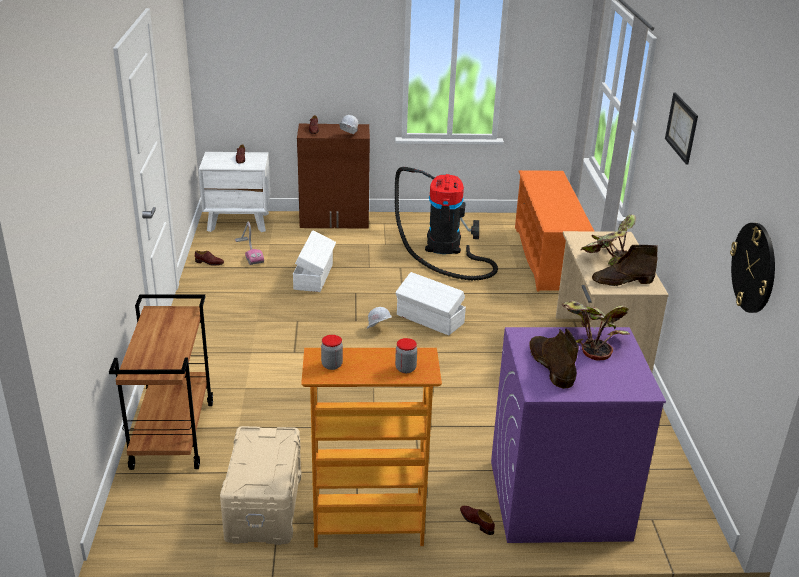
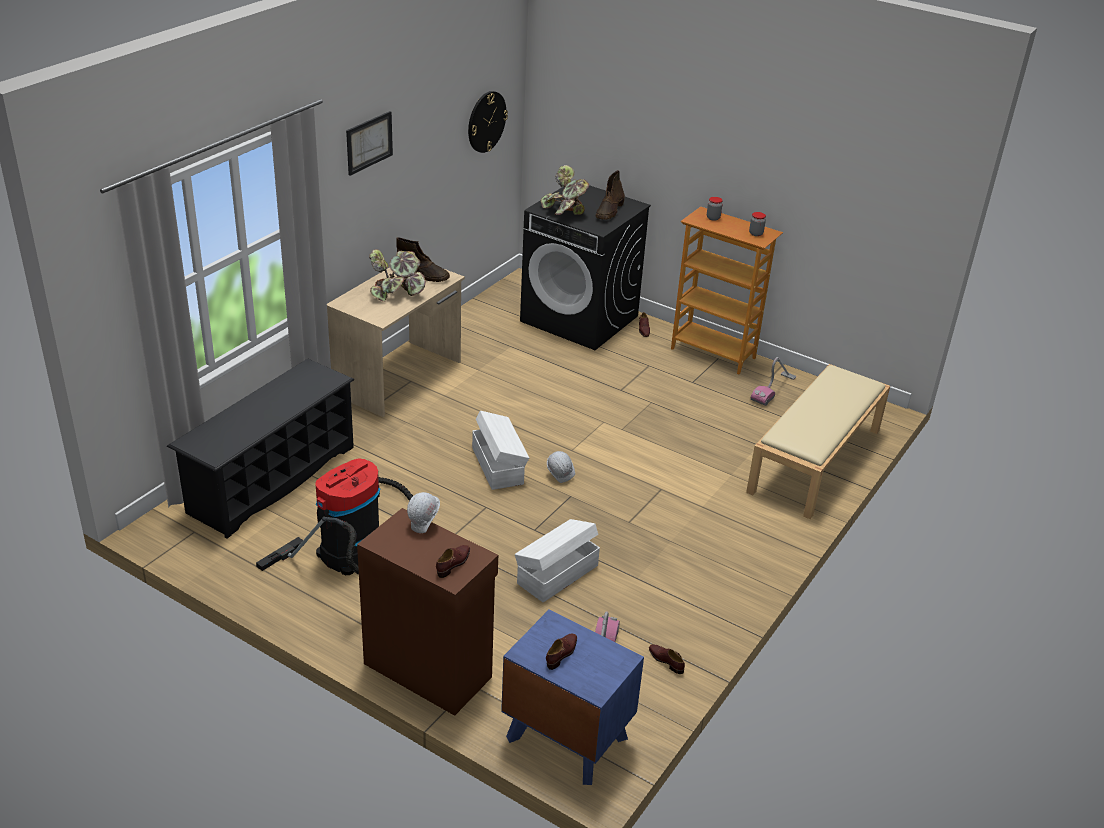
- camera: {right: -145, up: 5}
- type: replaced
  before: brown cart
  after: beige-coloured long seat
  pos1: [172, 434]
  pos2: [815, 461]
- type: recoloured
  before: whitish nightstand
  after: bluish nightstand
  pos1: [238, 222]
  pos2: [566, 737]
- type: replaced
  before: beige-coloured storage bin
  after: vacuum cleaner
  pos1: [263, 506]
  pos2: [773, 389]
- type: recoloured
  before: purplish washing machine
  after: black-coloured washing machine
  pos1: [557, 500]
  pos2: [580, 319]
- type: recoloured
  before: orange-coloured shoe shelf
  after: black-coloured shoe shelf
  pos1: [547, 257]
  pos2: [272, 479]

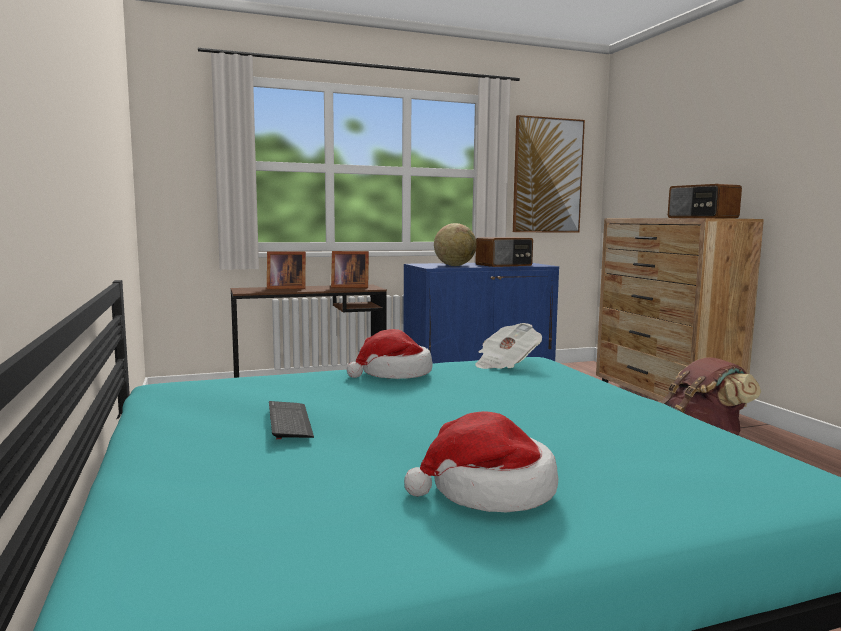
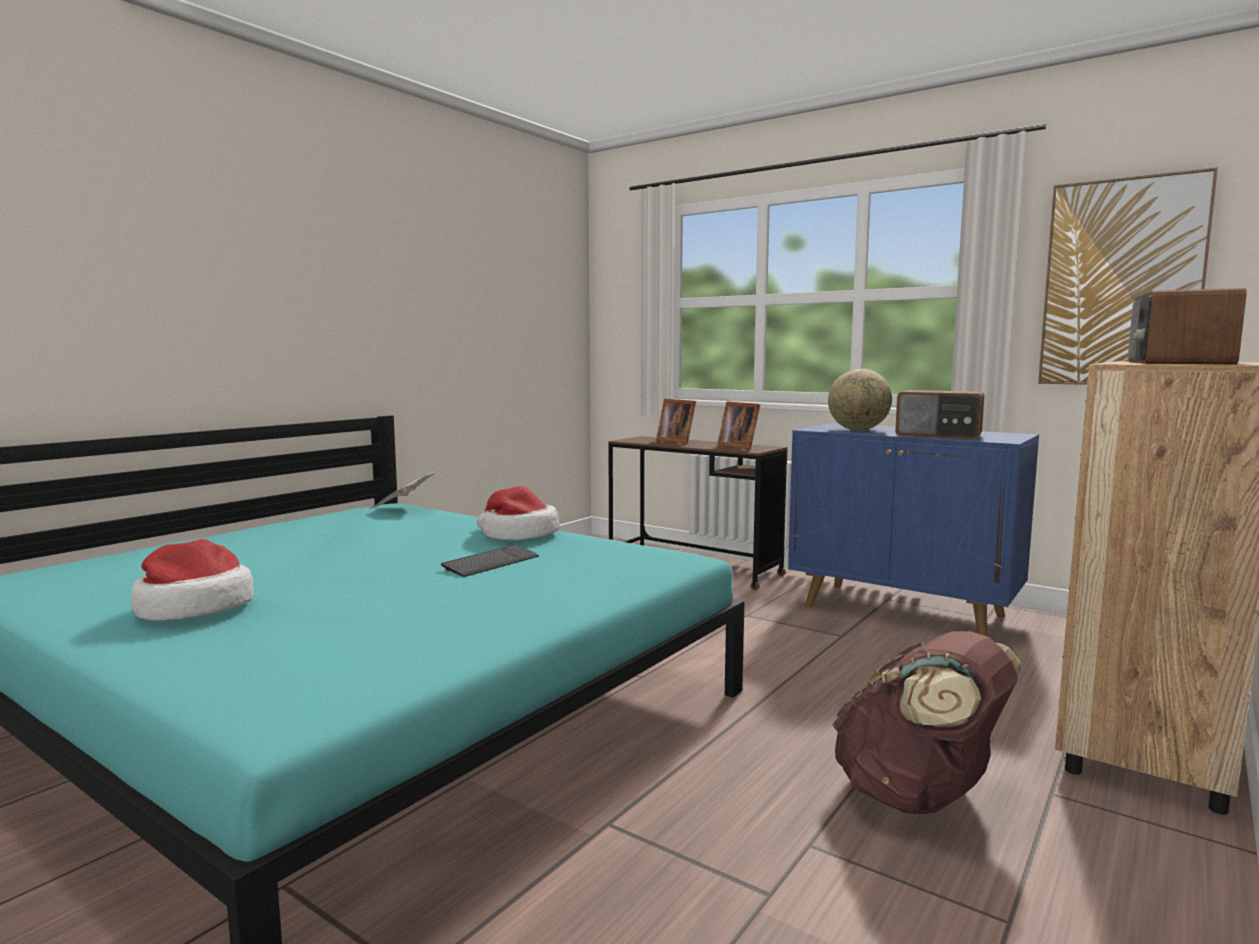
- camera: {right: 55, up: 0}
- type: moved
  before: keyboard
  pos1: [289, 421]
  pos2: [491, 563]
- type: moved
  before: printed paper
  pos1: [505, 364]
  pos2: [402, 508]

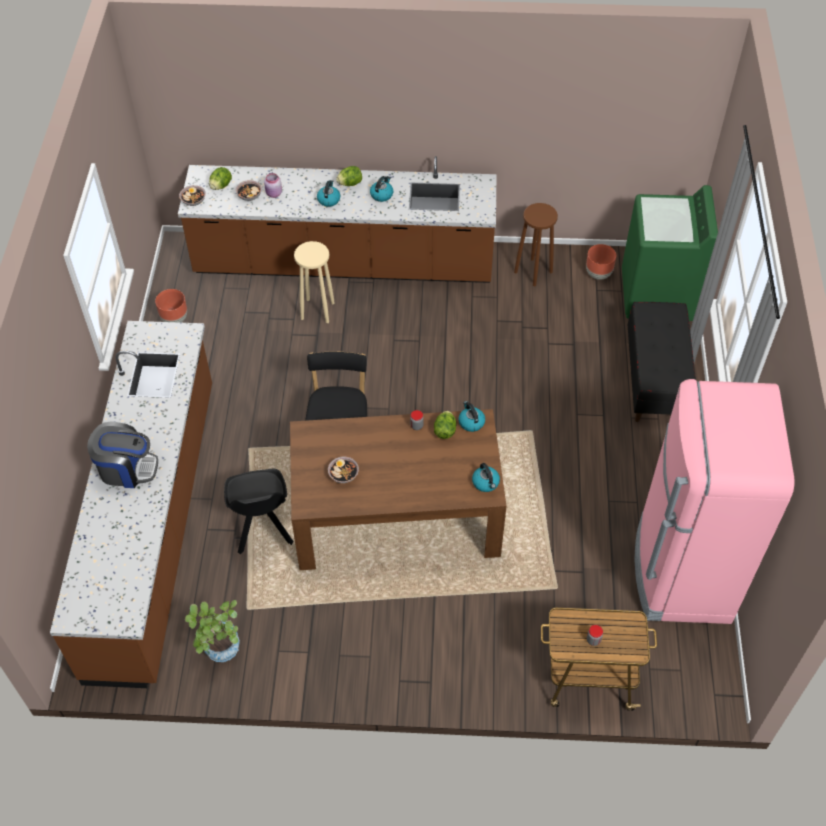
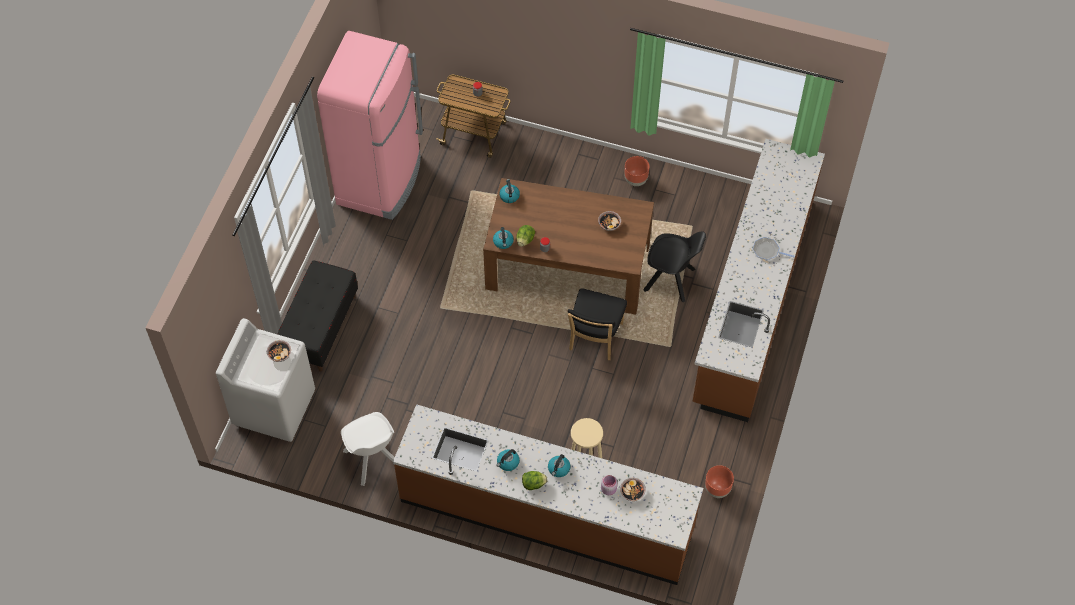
- camera: {right: -165, up: 5}
- type: replaced
  before: coffee machine
  after: skillet
  pos1: [127, 468]
  pos2: [767, 251]
- type: moved
  before: deep dish
  pos1: [193, 201]
  pos2: [280, 354]
- type: removed
  before: houseplant
  pos1: [221, 651]
- type: removed
  before: lettuce
  pos1: [221, 186]
- type: turned
  before: black-coloured chair
  pos1: [262, 528]
  pos2: [671, 280]
  turn: 105
- type: replaced
  before: brown stool seat
  after: whitish chair
  pos1: [533, 272]
  pos2: [373, 460]
- type: moved
  before: brown plant pot
  pos1: [598, 274]
  pos2: [635, 180]
- type: recoloured
  before: green washing machine
  after: whitish washing machine
  pos1: [657, 295]
  pos2: [274, 407]

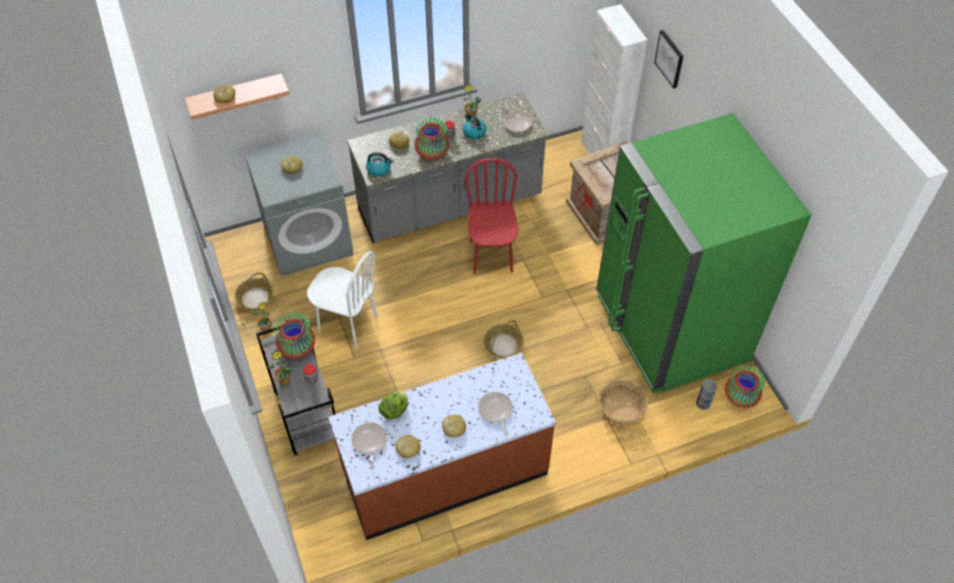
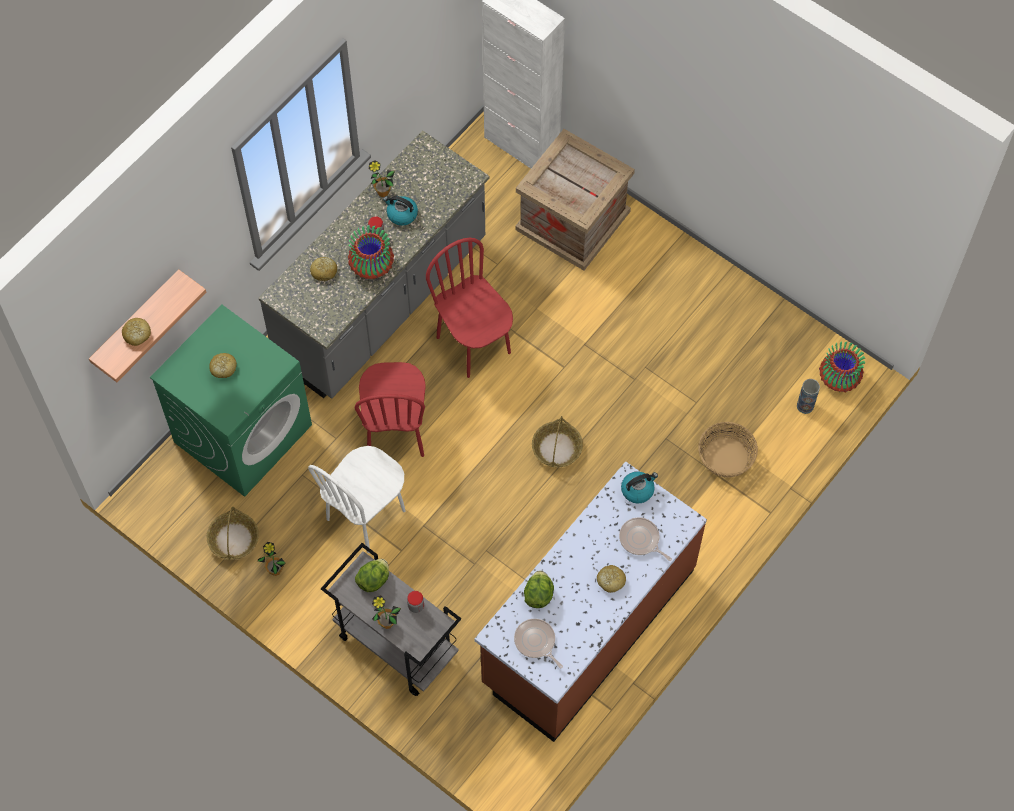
- camera: {right: -30, up: 10}
- type: recoloured
  before: grey washing machine
  after: green washing machine
  pos1: [308, 239]
  pos2: [243, 433]
- type: replaced
  before: flower vase
  after: lettuce
  pos1: [297, 348]
  pos2: [374, 580]
- type: turned
  before: whitish chair
  pos1: [347, 325]
  pos2: [366, 515]
  turn: 135
- type: moved
  before: kettle
  pos1: [379, 169]
  pos2: [638, 490]
- type: removed
  before: bread
  pos1: [408, 449]
- type: removed
  before: skillet
  pos1: [517, 123]
- type: removed
  before: green kitchen fridge
  pos1: [671, 328]
- type: removed
  before: picture
  pos1: [670, 58]
- type: added
  after: reddish chair
  pos2: [395, 431]

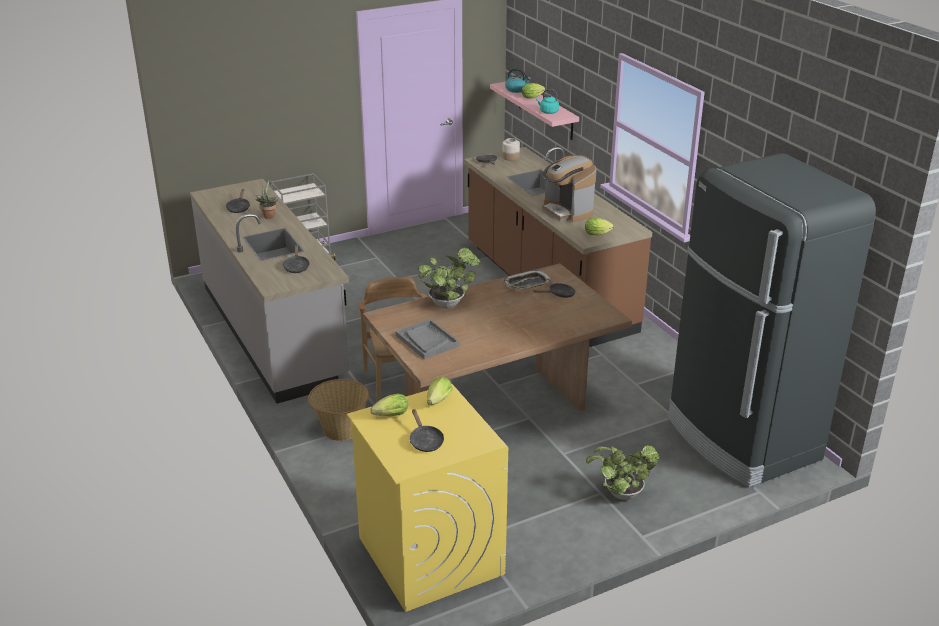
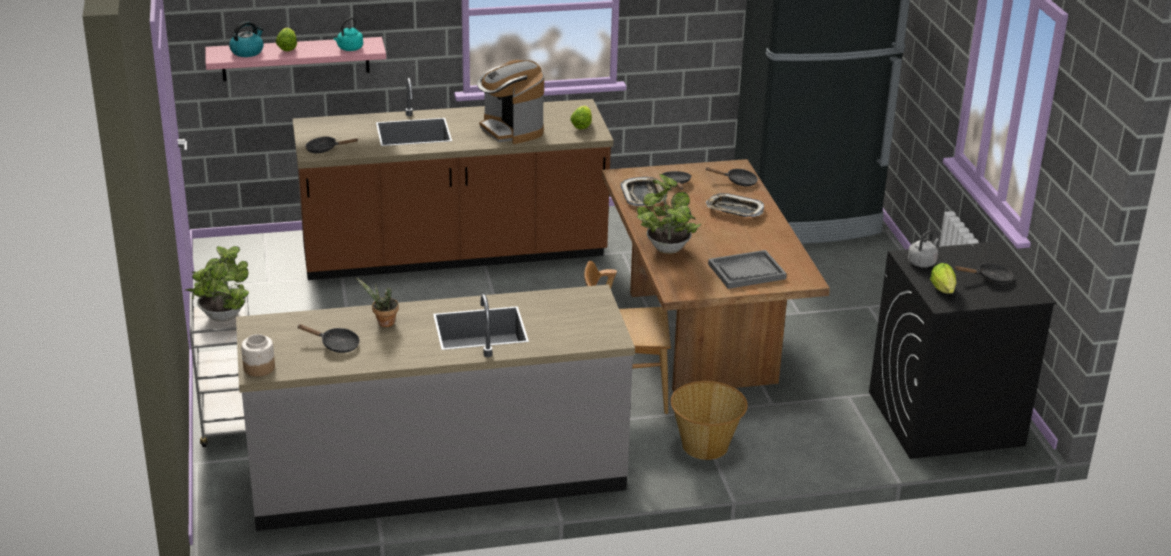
- camera: {right: -75, up: 0}
- type: moved
  before: black-coloured skillet
  pos1: [296, 266]
  pos2: [738, 181]
- type: recoloured
  before: yellowish washing machine
  after: black-coloured washing machine
  pos1: [430, 555]
  pos2: [944, 419]
- type: replaced
  before: lettuce
  after: grey kettle
  pos1: [437, 402]
  pos2: [922, 262]
- type: moved
  before: preserve jar
  pos1: [510, 157]
  pos2: [259, 368]
- type: turned
  before: coffee machine
  pos1: [567, 211]
  pos2: [511, 130]
  turn: 75
- type: moved
  before: houseplant
  pos1: [620, 494]
  pos2: [222, 318]
- type: added
  after: tray
  pos2: [734, 210]

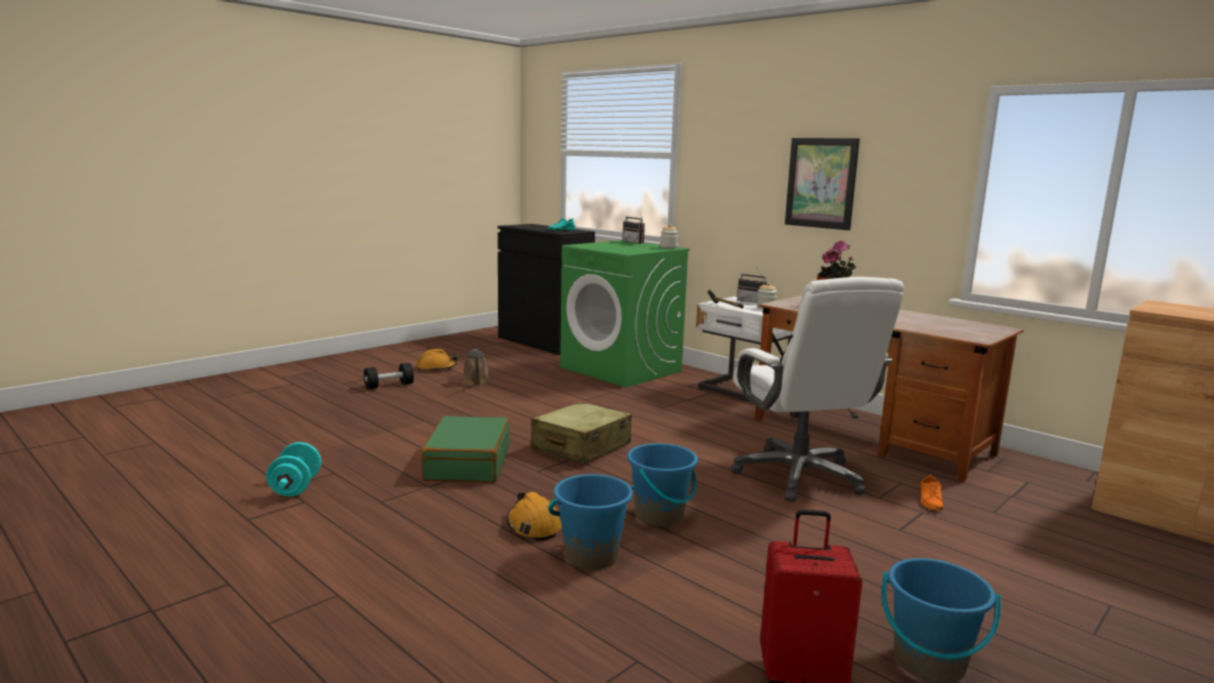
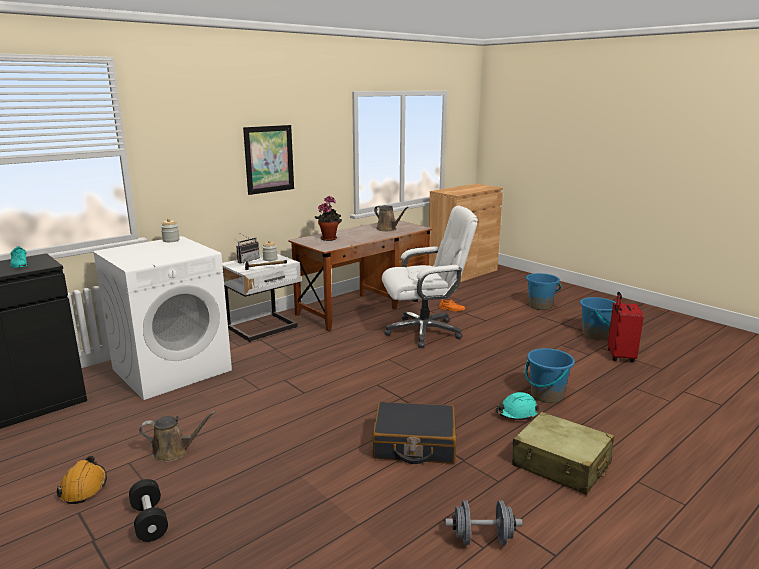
- camera: {right: -85, up: 5}
- type: recoloured
  before: blue-green dumbbell
  after: grey dumbbell
  pos1: [295, 487]
  pos2: [482, 539]
- type: recoloured
  before: green suitcase
  after: black-coloured suitcase
  pos1: [467, 463]
  pos2: [414, 444]
- type: recoloured
  before: orange-coloured hard hat
  after: blue-green hard hat
  pos1: [533, 526]
  pos2: [516, 413]
- type: moved
  before: beige-coloured suitcase
  pos1: [581, 447]
  pos2: [561, 464]
- type: recoloured
  before: green washing machine
  after: whitish washing machine
  pos1: [621, 369]
  pos2: [172, 369]
- type: removed
  before: radio
  pos1: [635, 242]
- type: moved
  before: bluish pail
  pos1: [660, 516]
  pos2: [540, 306]
- type: added
  after: brown watering can
  pos2: [388, 229]

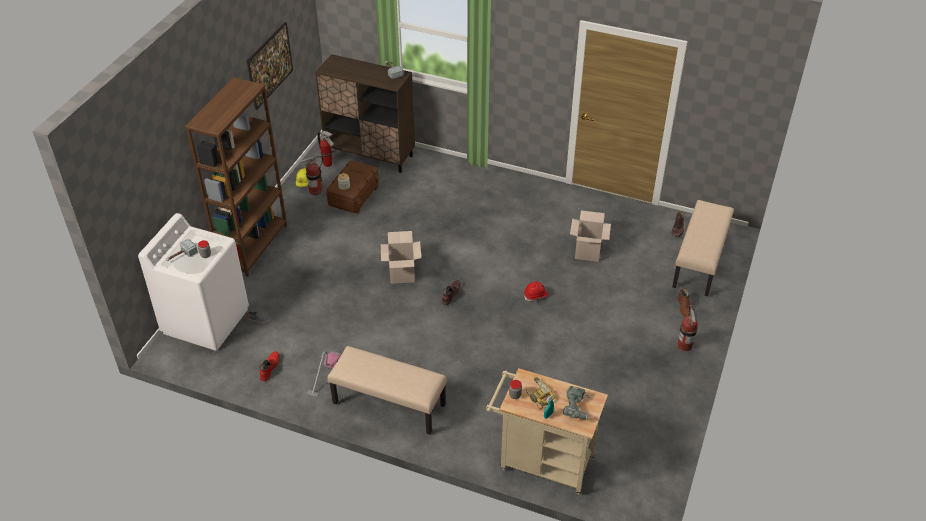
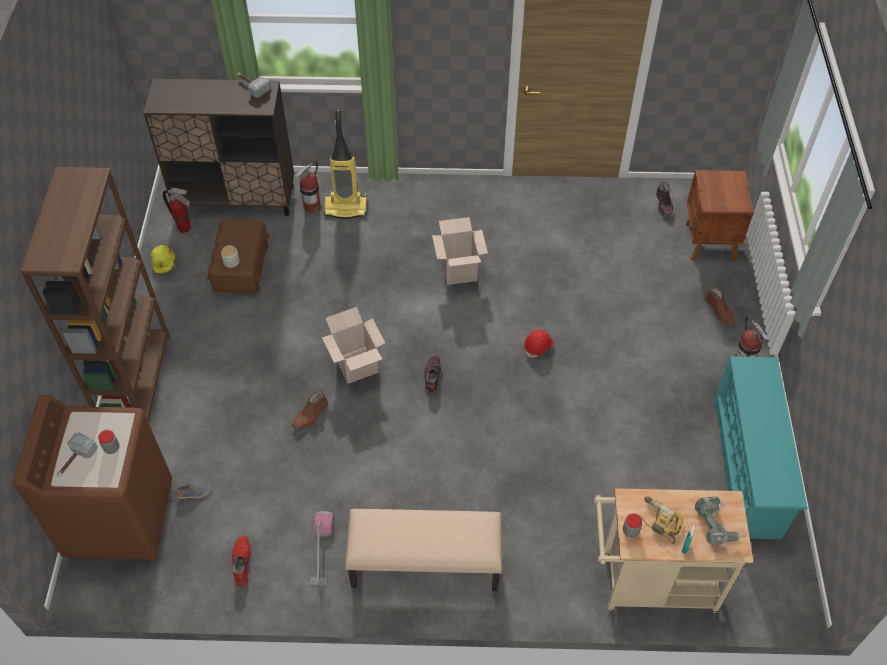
- camera: {right: -20, up: 10}
- type: recoloured
  before: whitish washing machine
  after: brown washing machine
  pos1: [206, 320]
  pos2: [120, 517]
- type: removed
  before: picture
  pos1: [271, 77]
- type: moved
  before: fire-fighting cylinder
  pos1: [315, 191]
  pos2: [312, 206]
- type: moved
  before: packing box
  pos1: [587, 251]
  pos2: [459, 270]
- type: replaced
  before: beige-coloured long seat
  after: brown nightstand
  pos1: [700, 262]
  pos2: [709, 242]
- type: added
  after: brown high-top boot
  pos2: [310, 415]
- type: added
  after: vacuum cleaner
  pos2: [346, 207]
- type: added
  after: blue-green shoe shelf
  pos2: [747, 469]

